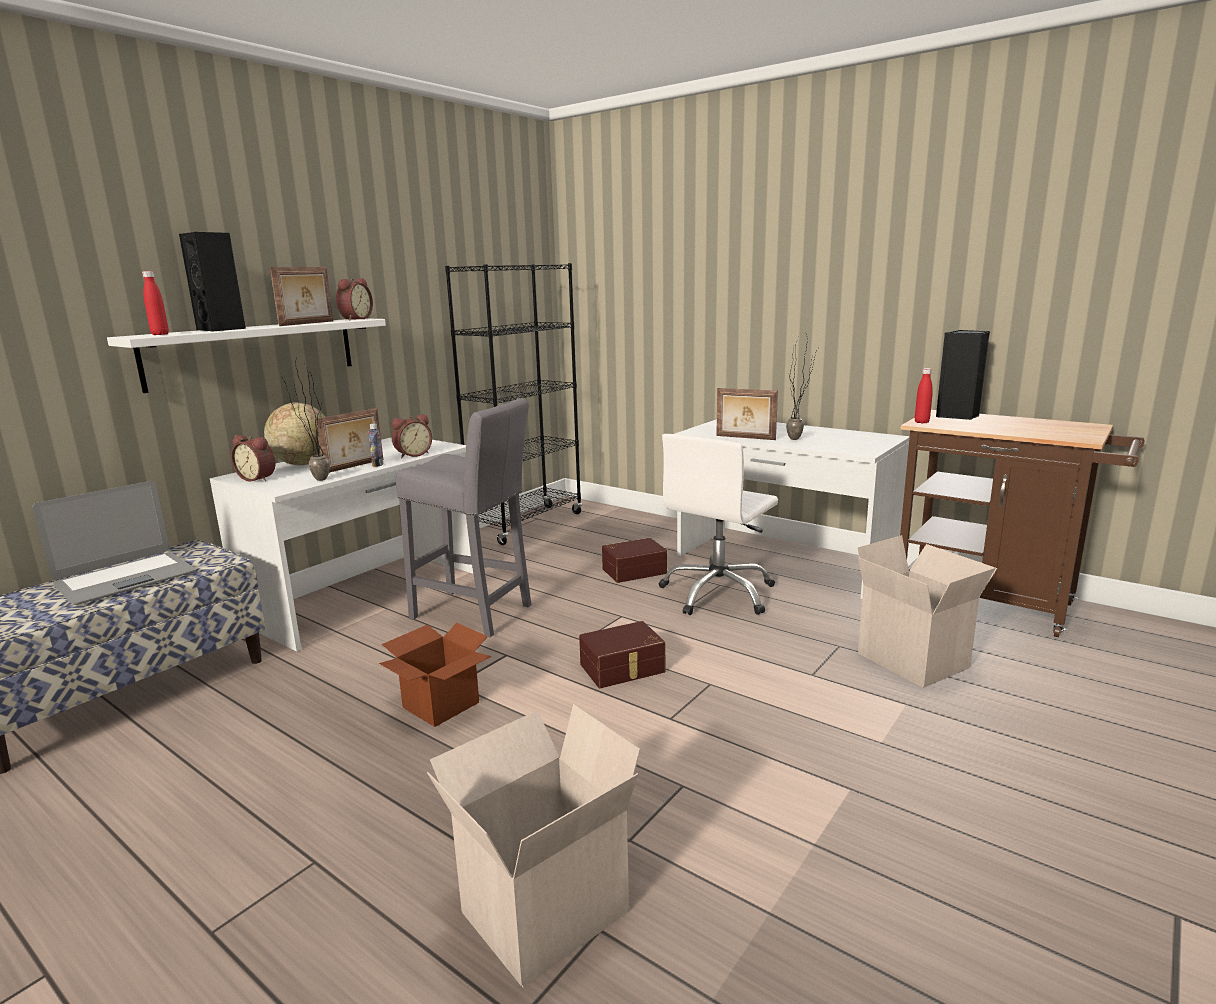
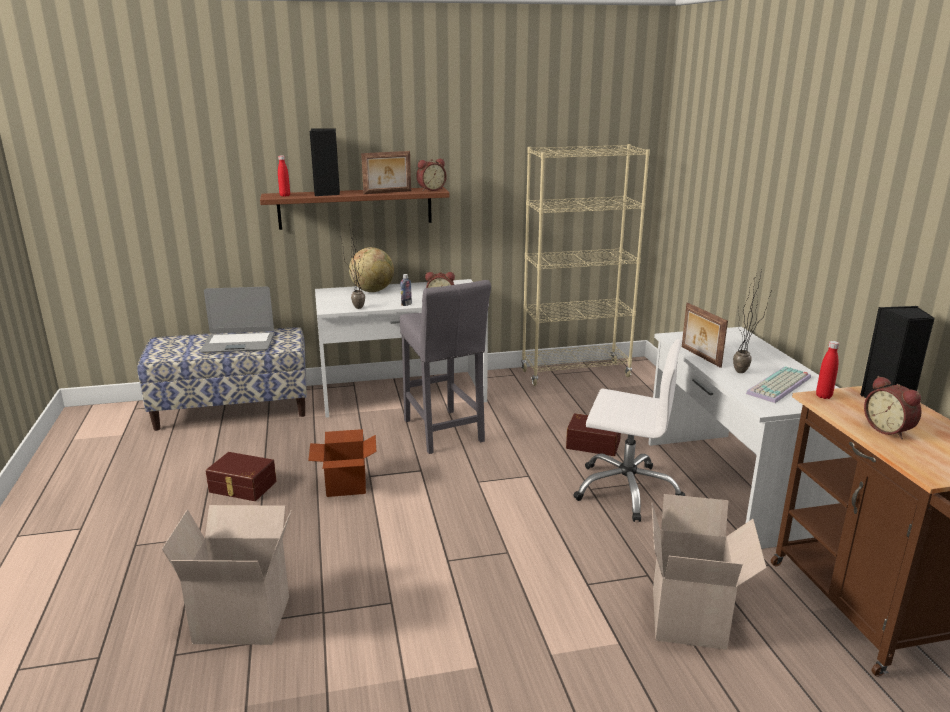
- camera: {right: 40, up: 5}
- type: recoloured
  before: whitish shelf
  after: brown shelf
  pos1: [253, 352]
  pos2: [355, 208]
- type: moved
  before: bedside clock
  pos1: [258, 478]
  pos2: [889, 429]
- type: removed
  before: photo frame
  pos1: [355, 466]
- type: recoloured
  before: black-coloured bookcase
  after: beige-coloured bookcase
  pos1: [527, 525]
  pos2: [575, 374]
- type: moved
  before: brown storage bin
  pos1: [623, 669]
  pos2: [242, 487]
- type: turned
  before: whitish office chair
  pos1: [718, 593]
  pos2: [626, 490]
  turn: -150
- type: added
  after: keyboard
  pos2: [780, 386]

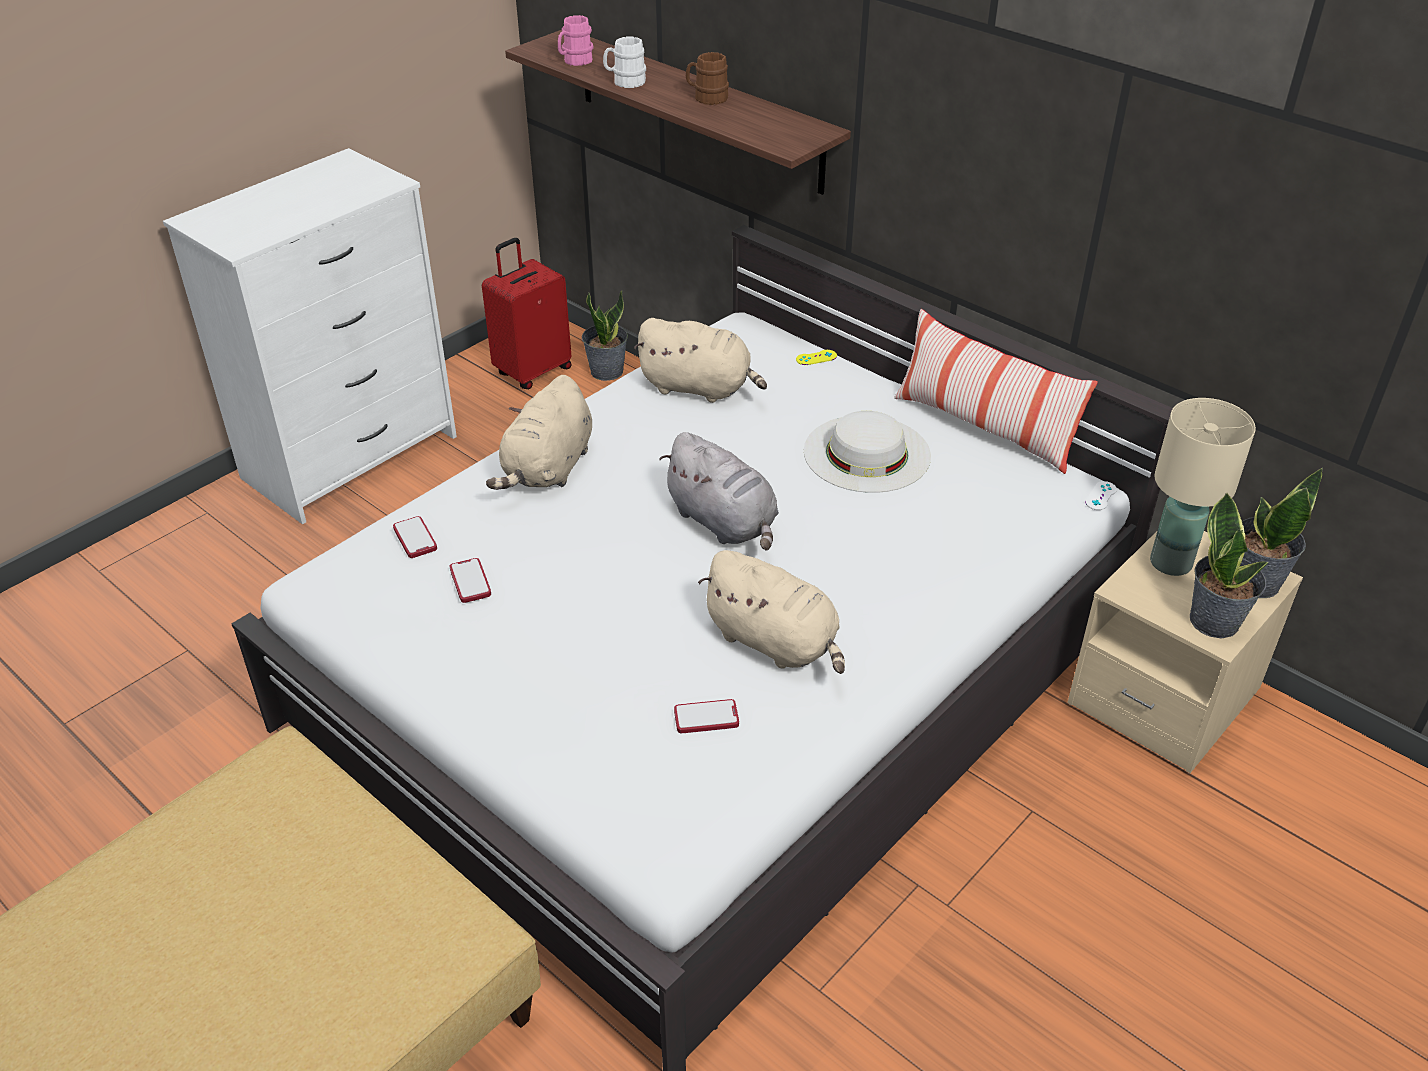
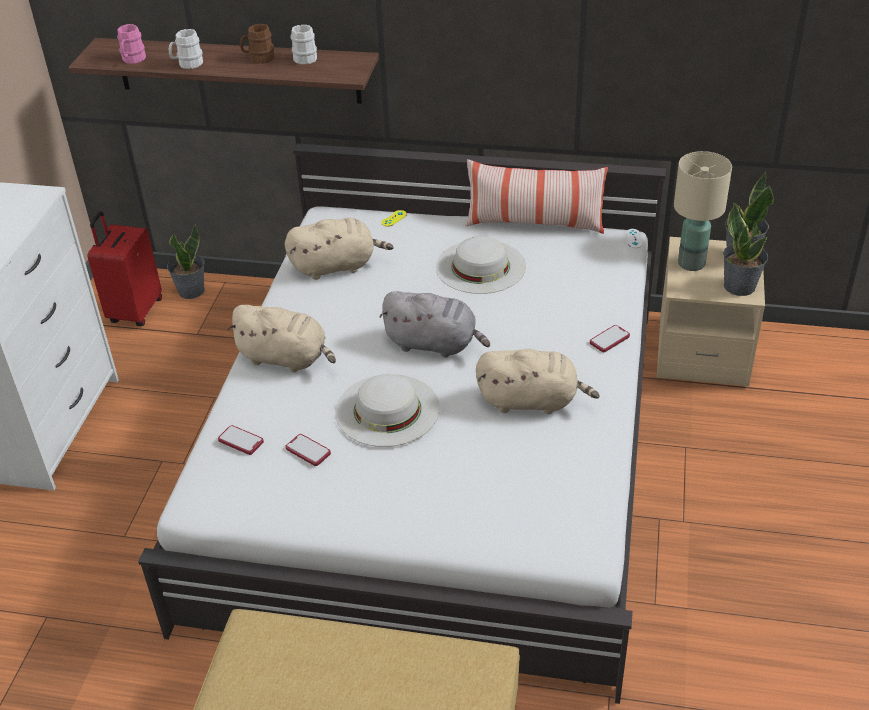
- camera: {right: -30, up: 0}
- type: turned
  before: beige-coloured plush toy
  pos1: [548, 469]
  pos2: [286, 358]
  turn: -60
- type: moved
  before: telephone
  pos1: [706, 718]
  pos2: [609, 339]
- type: added
  after: whitish mug
  pos2: [303, 57]
- type: added
  after: whitish clothing hat
  pos2: [387, 410]

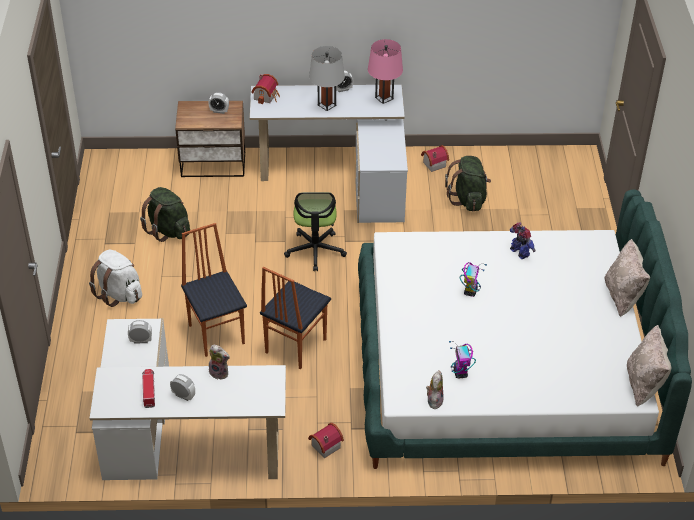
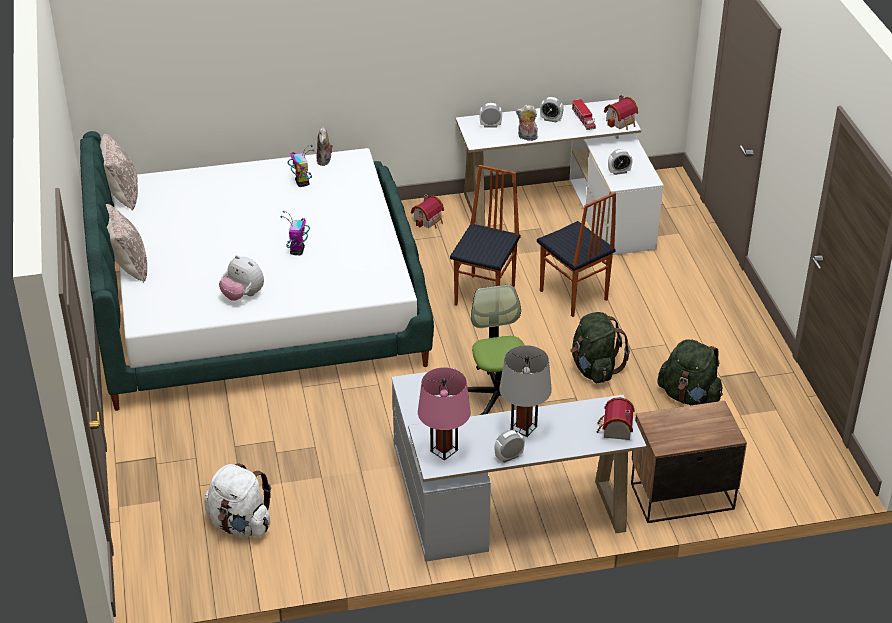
- camera: {right: 170, up: -5}
- type: moved
  before: whitish rucksack
  pos1: [119, 294]
  pos2: [240, 524]
- type: moved
  before: bedside clock
  pos1: [219, 111]
  pos2: [490, 125]
- type: moved
  before: toy house
  pos1: [433, 164]
  pos2: [622, 122]
- type: moved
  before: green rucksack
  pos1: [468, 199]
  pos2: [594, 369]
- type: replaced
  before: toy robot
  after: plush toy
  pos1: [519, 253]
  pos2: [243, 295]

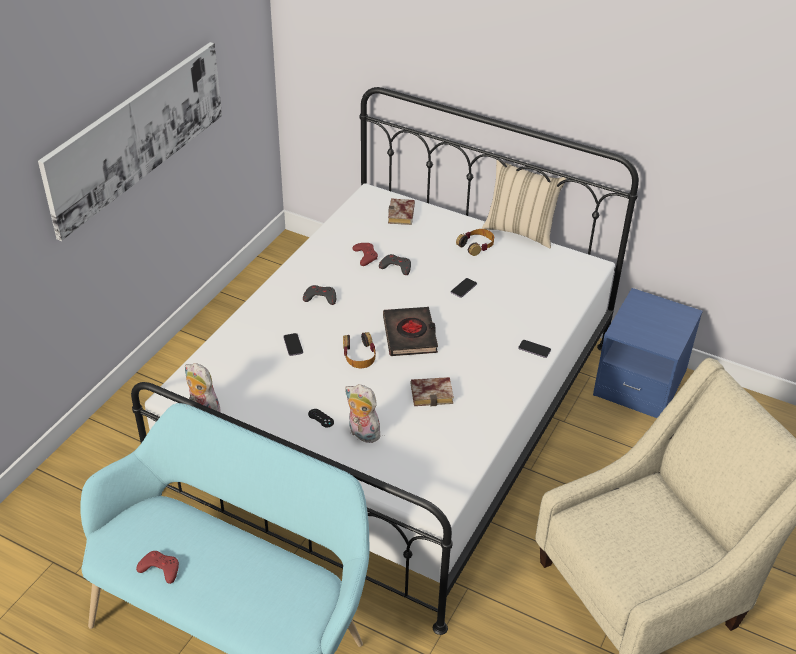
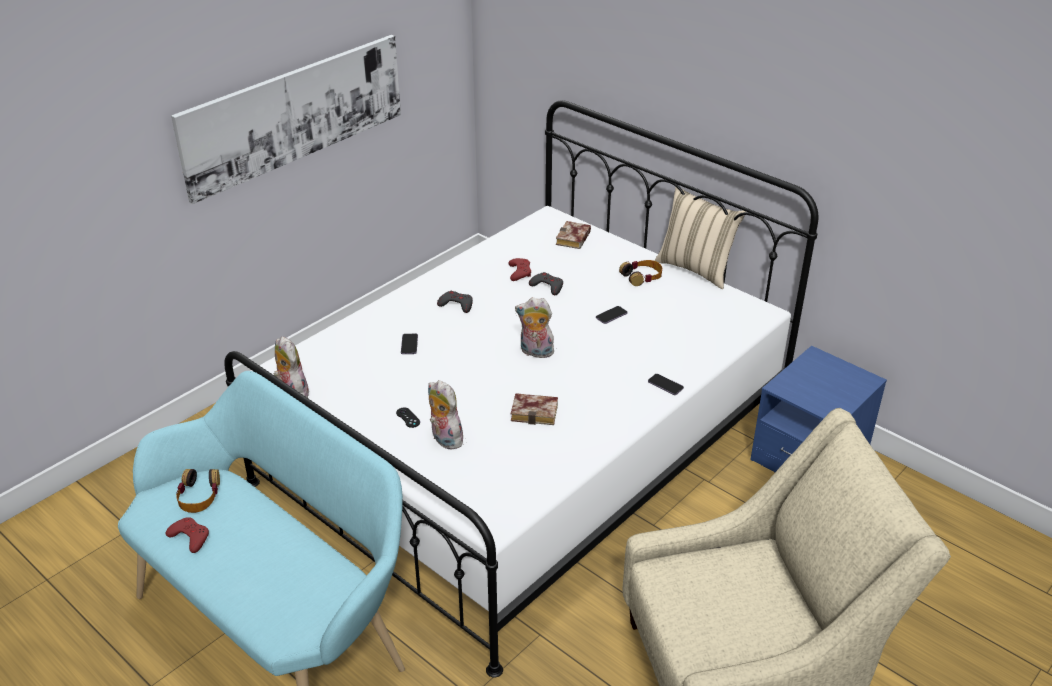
- camera: {right: 15, up: -5}
- type: moved
  before: headphones
  pos1: [359, 355]
  pos2: [199, 495]
- type: replaced
  before: black-coloured volume
  after: plush toy
  pos1: [410, 335]
  pos2: [535, 352]

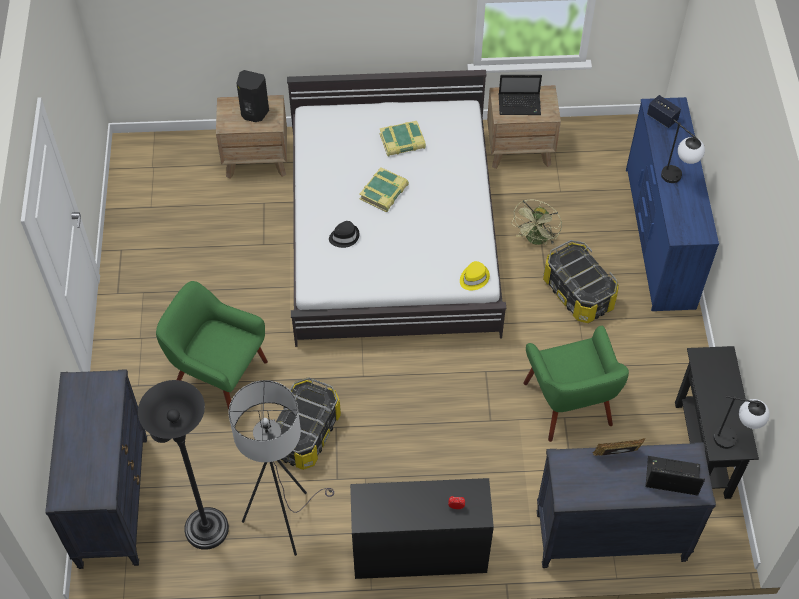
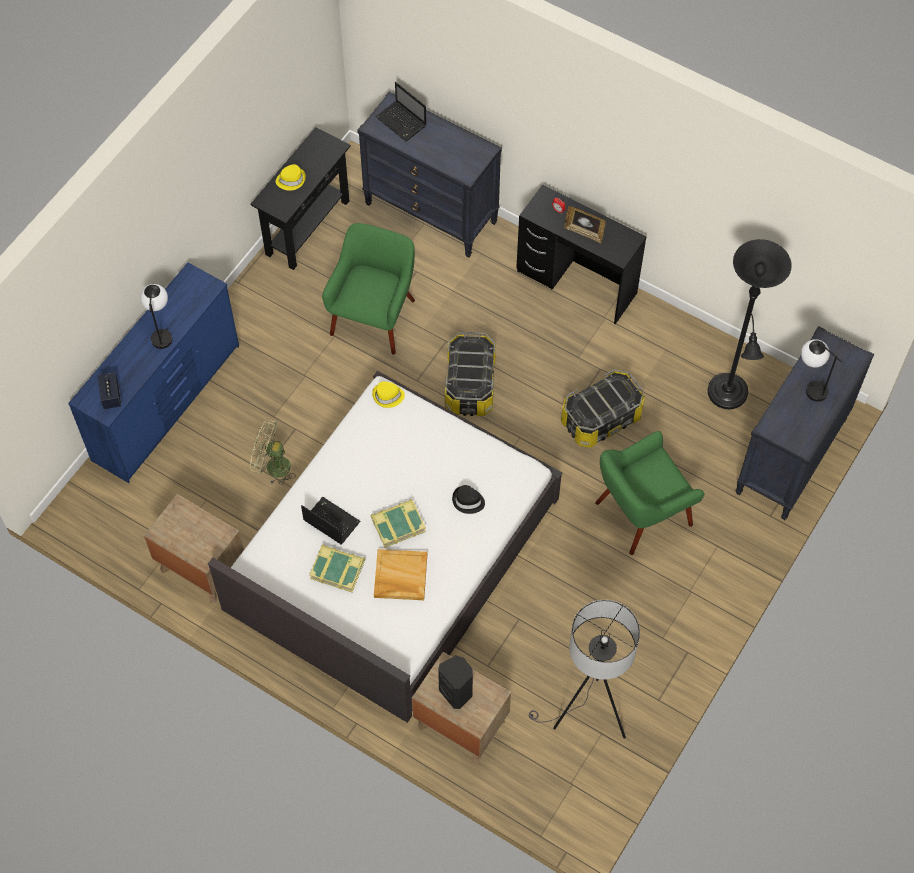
- camera: {right: -145, up: 5}
- type: turned
  before: green armchair
  pos1: [218, 375]
  pos2: [641, 513]
  turn: 90
- type: moved
  before: grey standing lamp
  pos1: [284, 518]
  pos2: [586, 717]
- type: moved
  before: portable computer
  pos1: [520, 105]
  pos2: [330, 521]
- type: turned
  before: green cooling fan
  pos1: [536, 240]
  pos2: [272, 466]
  turn: -135
- type: moved
  before: storage bin
  pos1: [578, 292]
  pos2: [469, 385]
- type: moved
  before: photo frame
  pos1: [616, 455]
  pos2: [584, 232]
- type: moved
  before: table lamp
  pos1: [734, 440]
  pos2: [809, 386]
- type: added
  after: yellowish clothing hat
  pos2: [291, 180]
- type: added
  after: beige-coloured tray
  pos2: [400, 576]

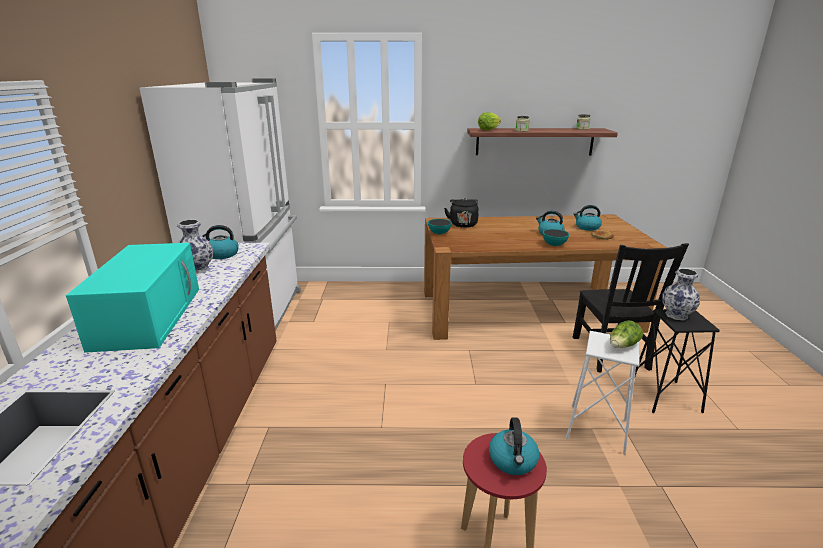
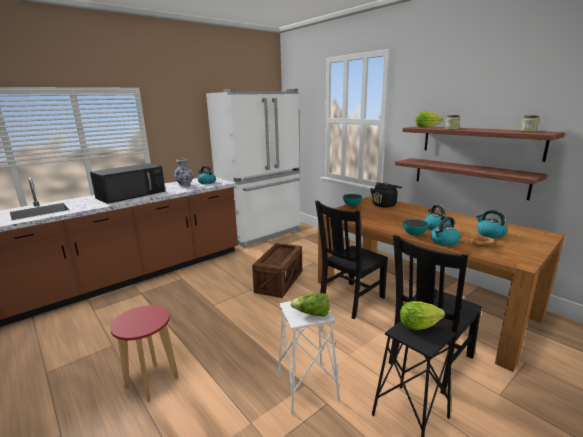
- camera: {right: 50, up: -5}
- type: recoloured
  before: blue-green kitchen microwave
  after: black-coloured kitchen microwave
  pos1: [149, 316]
  pos2: [132, 194]
- type: moved
  before: kettle
  pos1: [513, 461]
  pos2: [444, 242]
- type: replaced
  before: flower vase
  after: lettuce
  pos1: [675, 315]
  pos2: [418, 325]
- type: added
  after: shipping crate
  pos2: [279, 282]
- type: added
  after: black-coloured chair
  pos2: [350, 300]
- type: added
  after: shelf
  pos2: [468, 177]

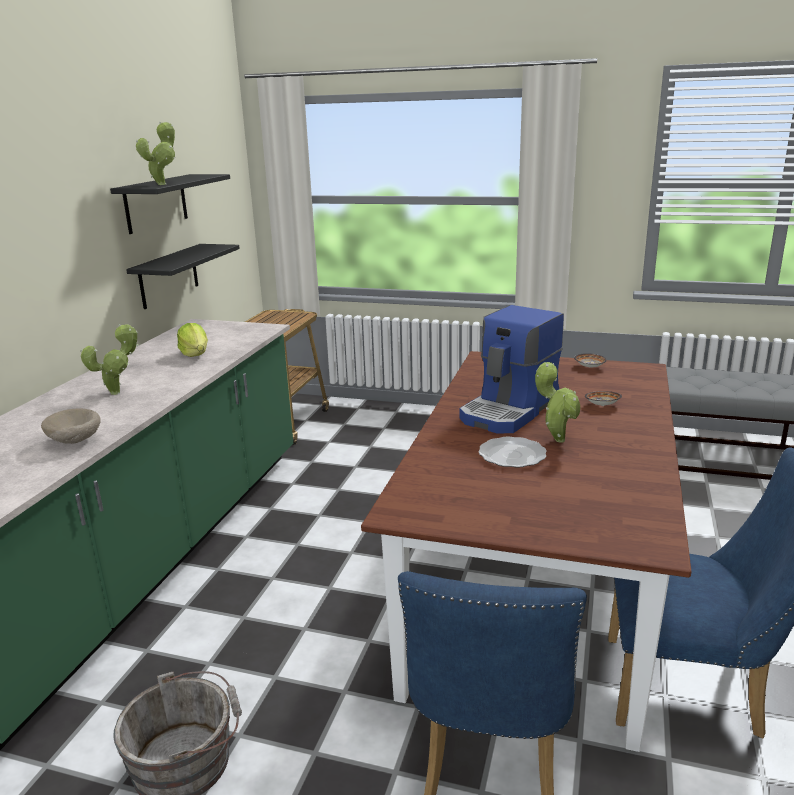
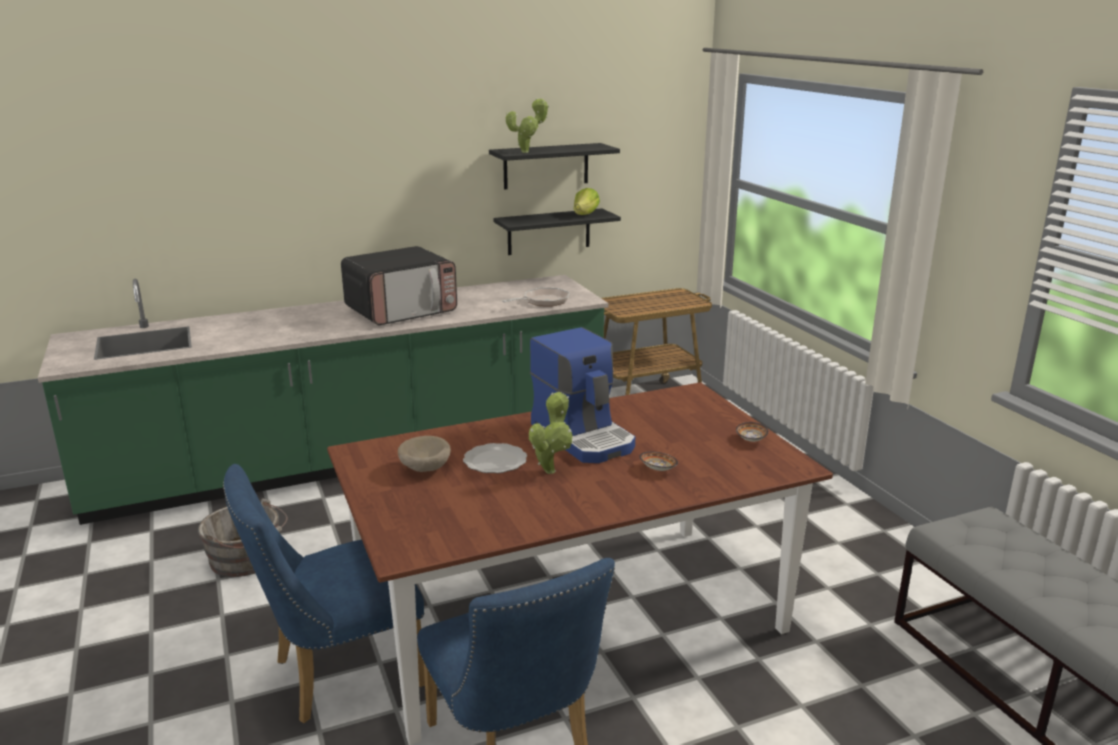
- camera: {right: 50, up: 0}
- type: moved
  before: beige-coloured deep dish
  pos1: [74, 441]
  pos2: [424, 469]
- type: replaced
  before: houseplant
  after: kitchen microwave
  pos1: [119, 392]
  pos2: [402, 311]
- type: moved
  before: lettuce
  pos1: [195, 354]
  pos2: [585, 214]
- type: turned
  before: coffee machine
  pos1: [510, 410]
  pos2: [584, 436]
  turn: -120
- type: added
  after: skillet
  pos2: [543, 302]

